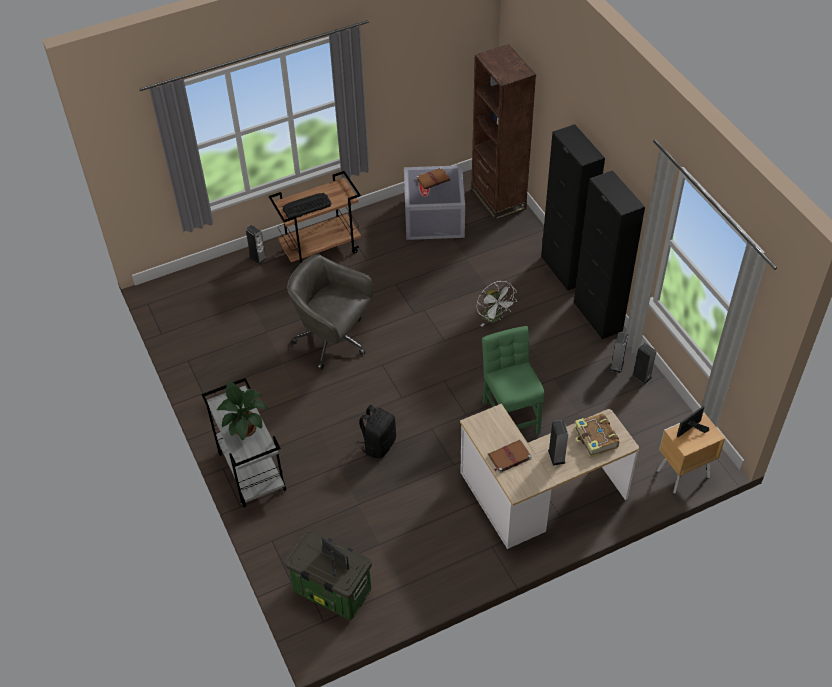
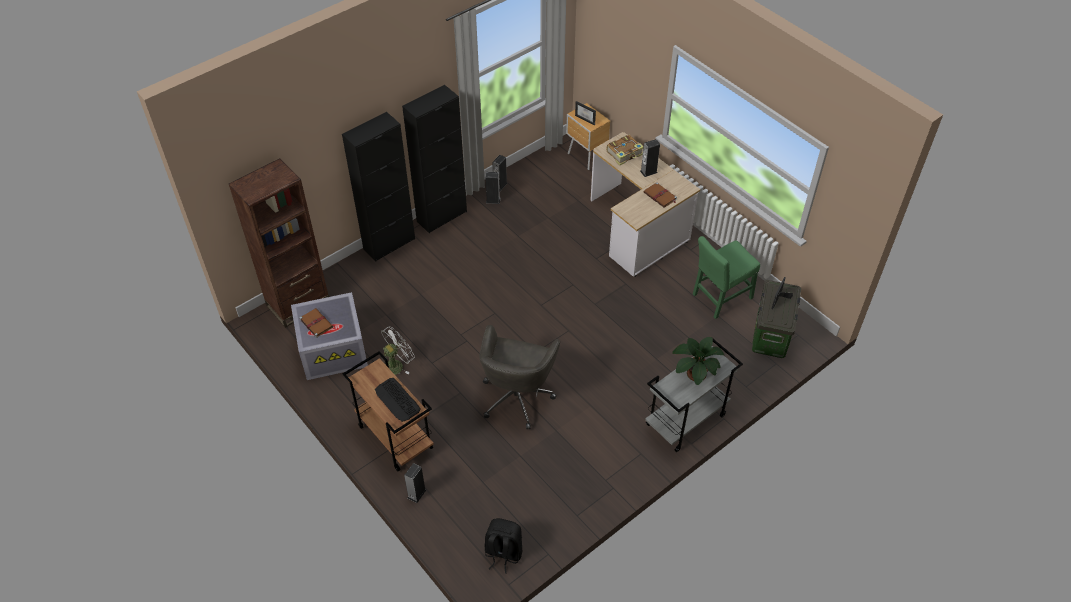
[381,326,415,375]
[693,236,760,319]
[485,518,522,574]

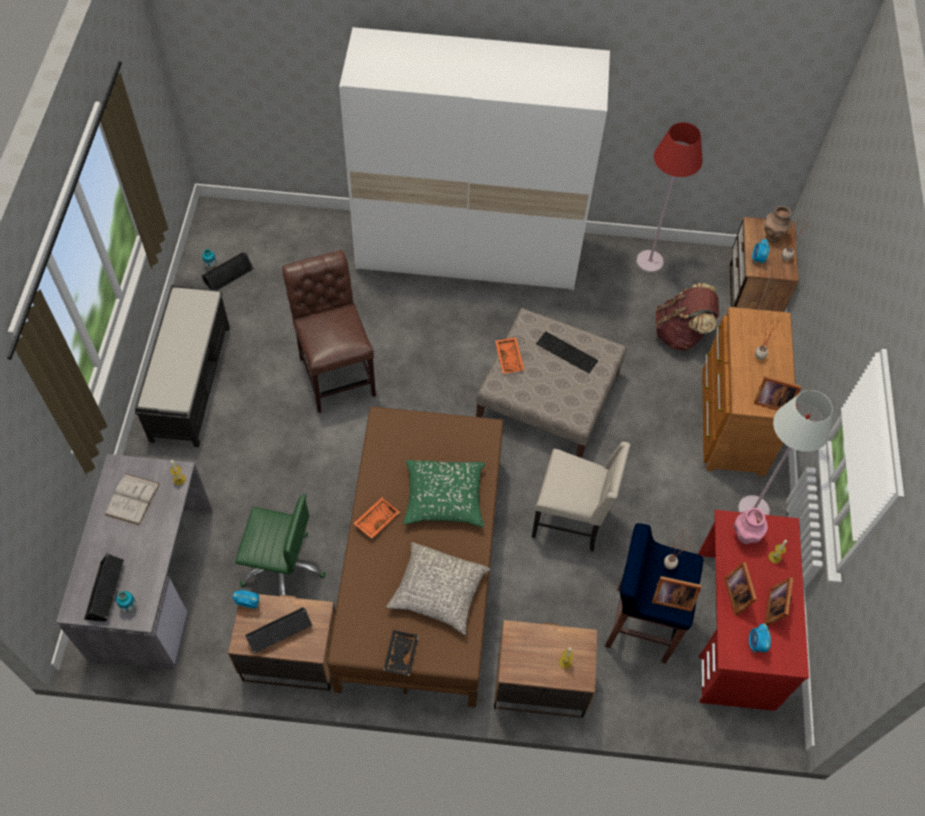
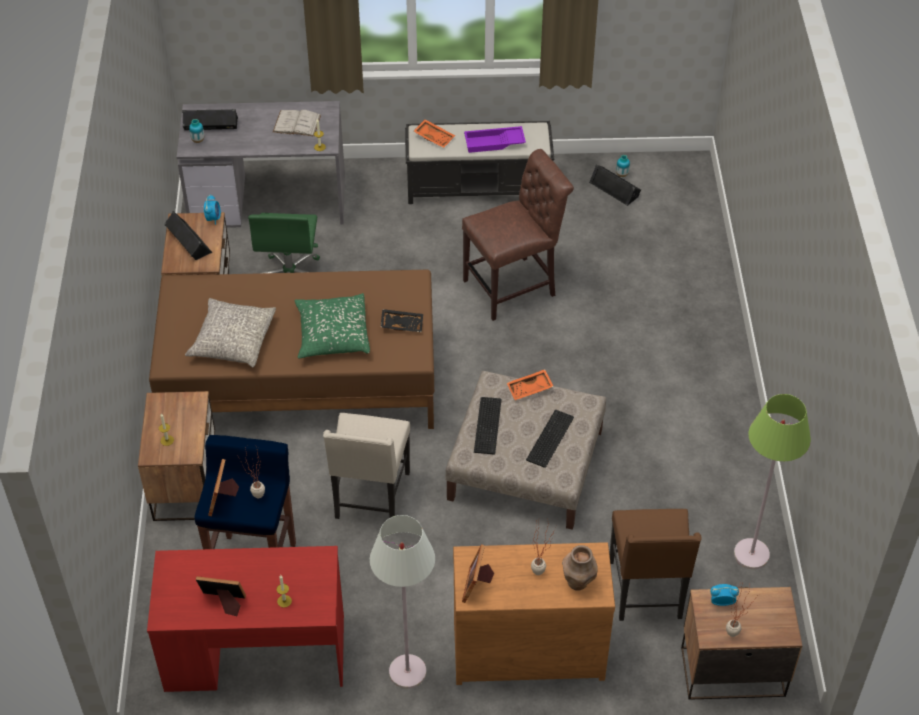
[339,27,610,290] (first image)
[734,394,811,569]
[562,545,598,591]
[609,509,701,621]
[413,119,455,148]
[734,508,768,544] (first image)
[724,562,757,615] (first image)
[749,623,771,654] (first image)
[381,309,423,332]
[464,126,526,153]
[474,397,502,455]

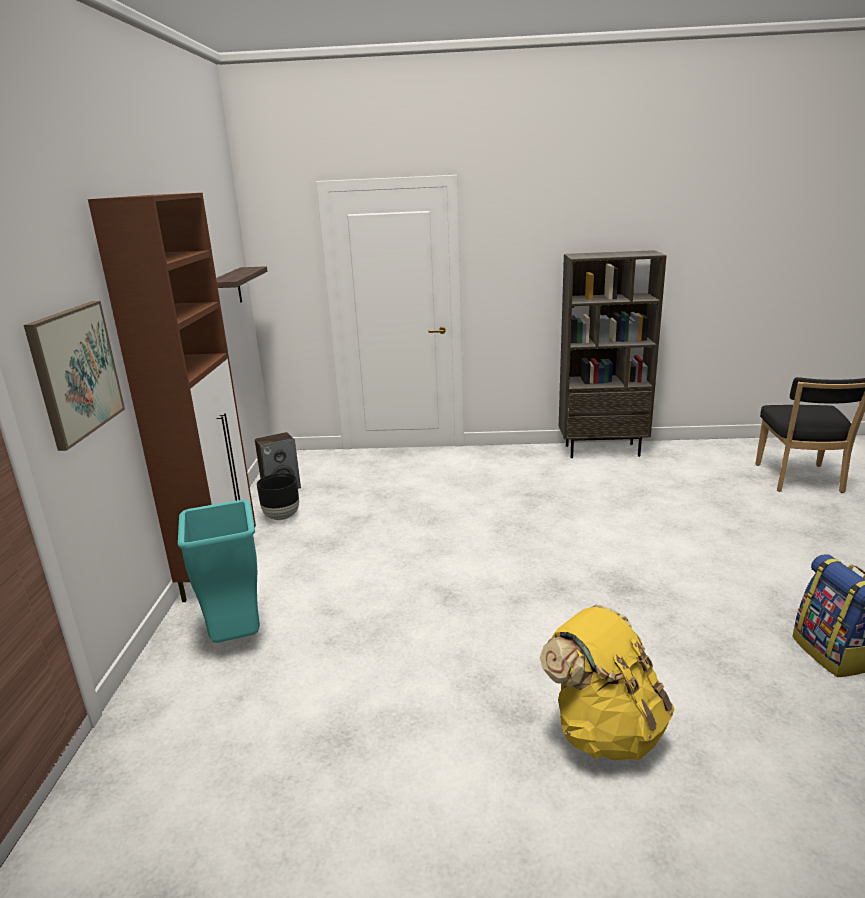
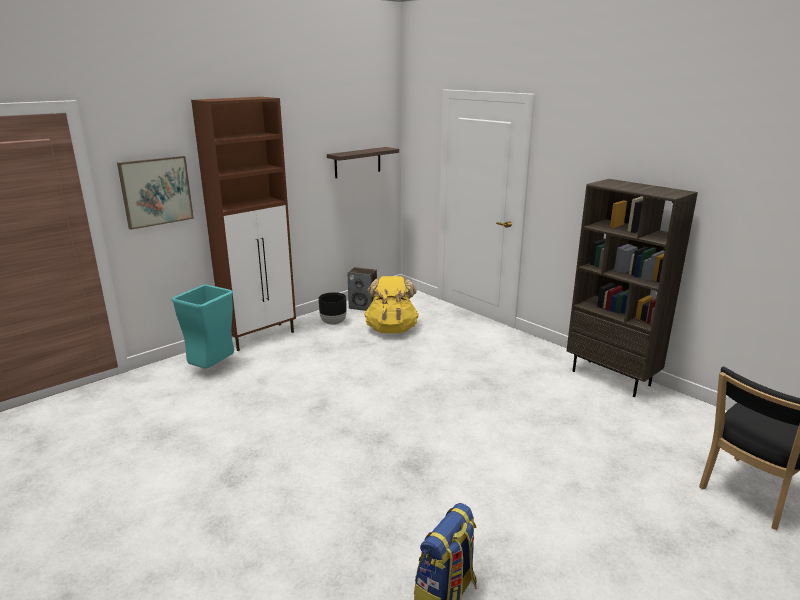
[364,276,419,334]

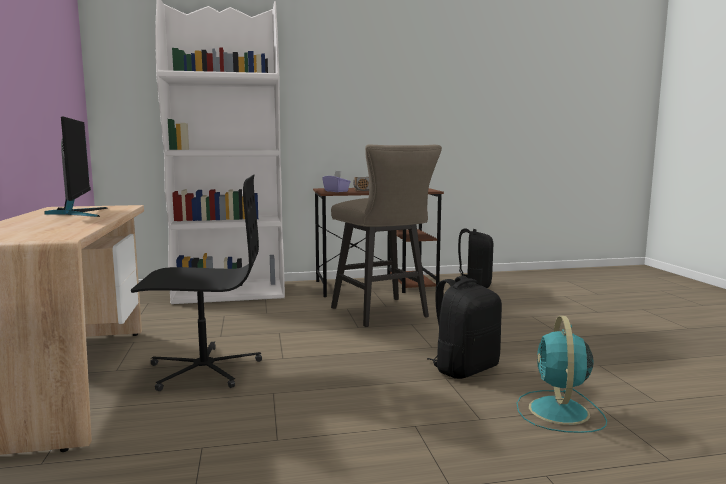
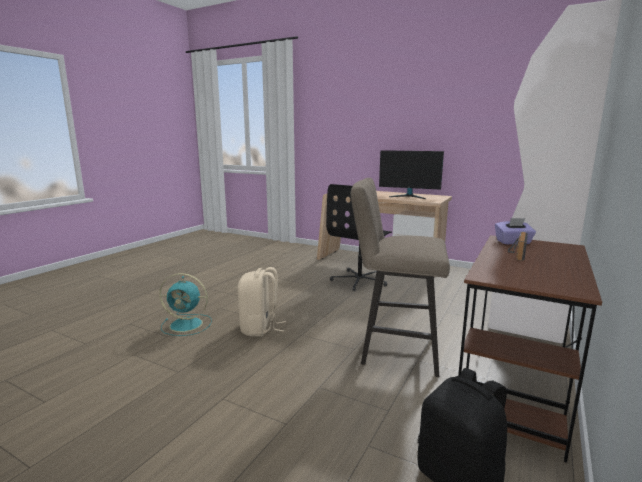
[238,267,286,336]
[159,273,212,336]

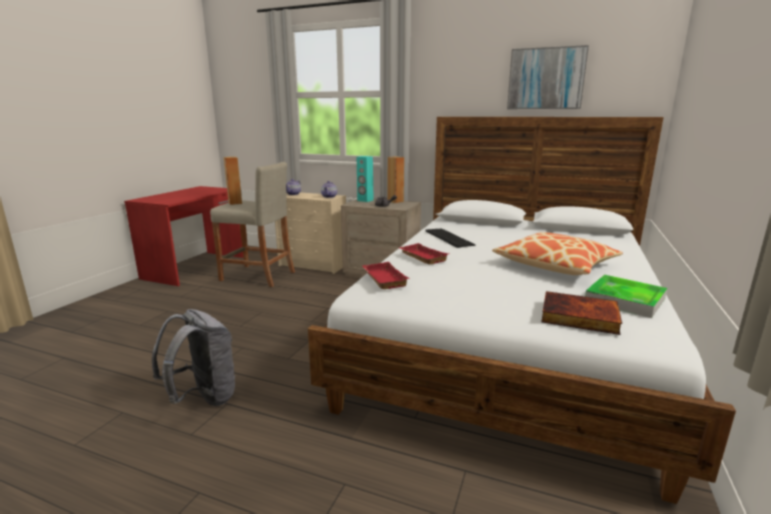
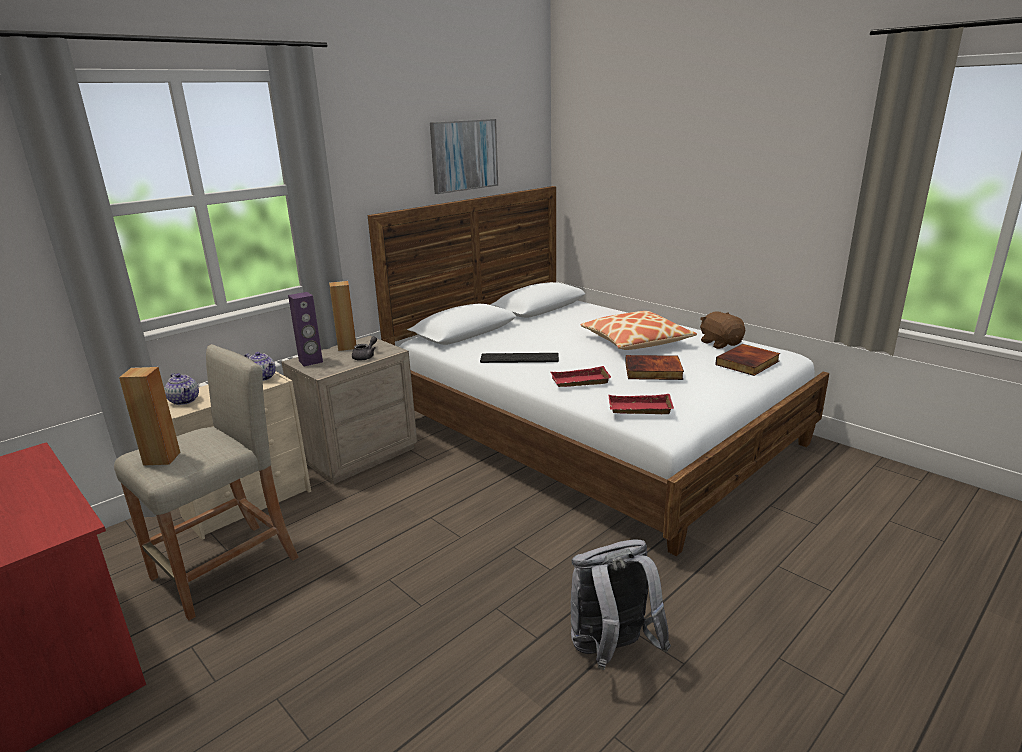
[288,292,323,366]
[700,312,745,349]
[625,355,684,380]

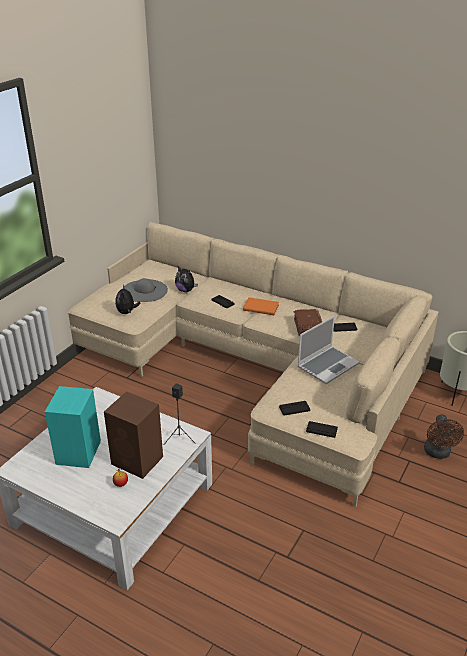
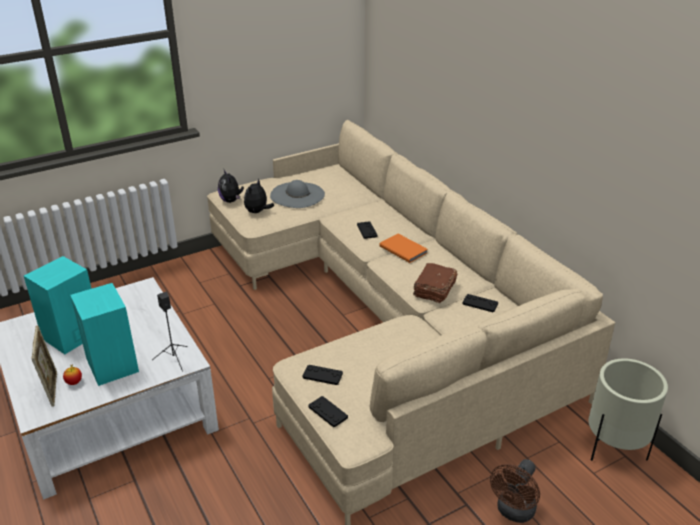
[218,170,244,203]
[297,316,360,384] (first image)
[70,283,139,386]
[32,325,57,407]

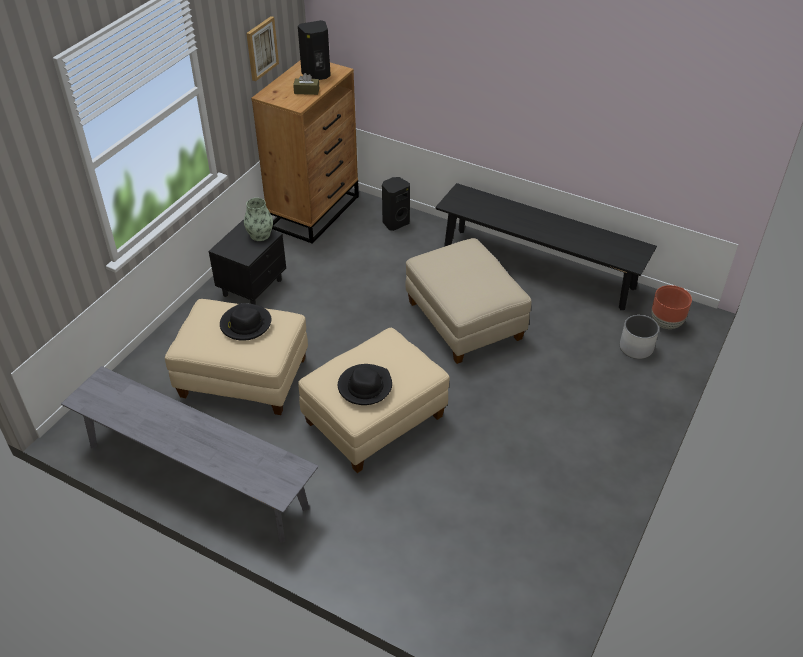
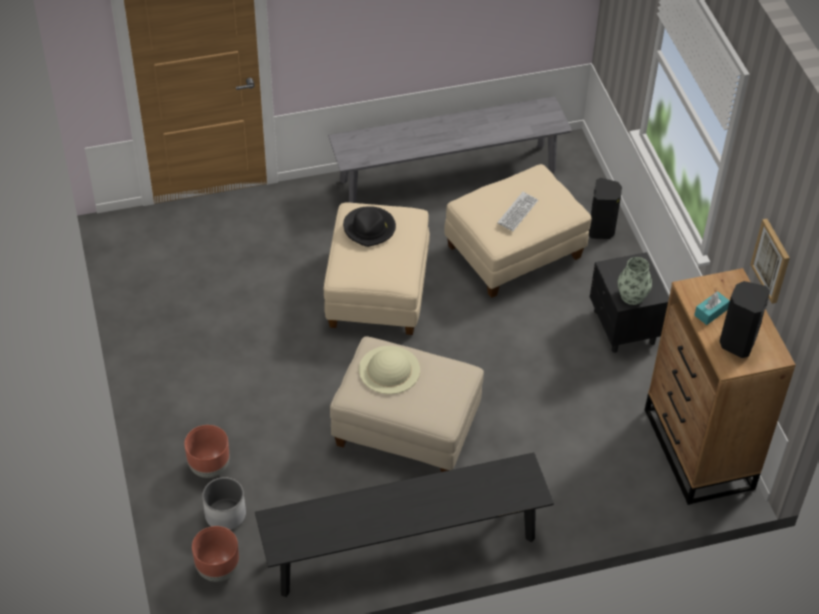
[694,291,730,325]
[589,178,622,239]
[497,192,538,231]
[359,346,420,394]
[184,425,230,478]

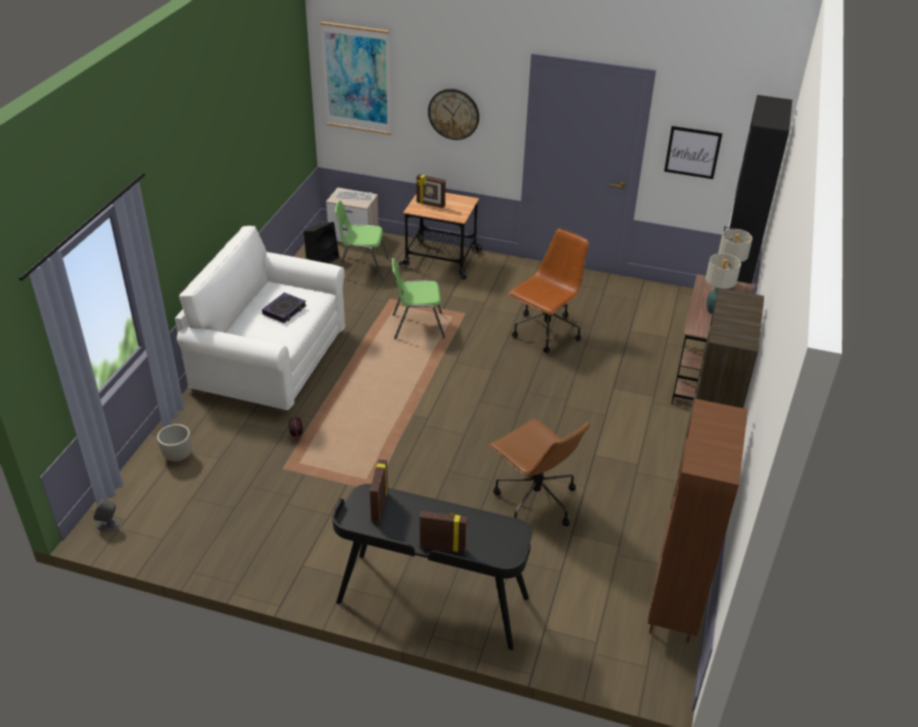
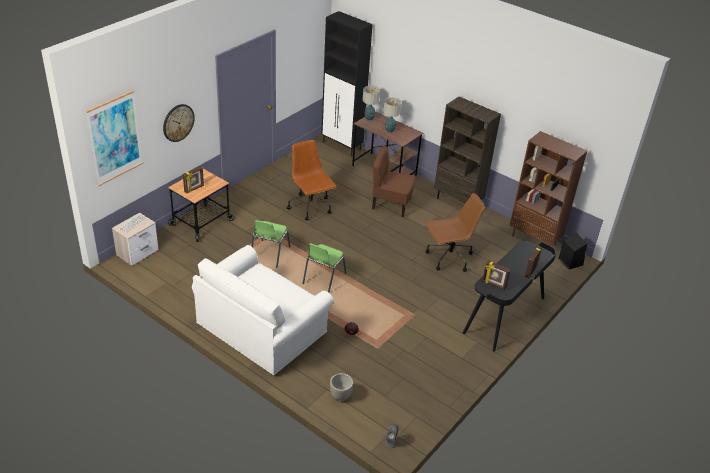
[664,126,723,179] (first image)
[302,243,346,293]
[558,233,587,269]
[262,292,306,323] (first image)
[372,146,415,217]

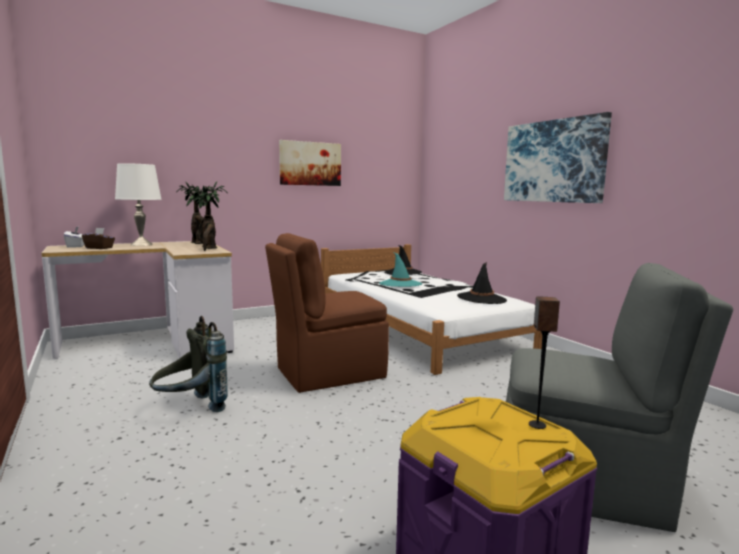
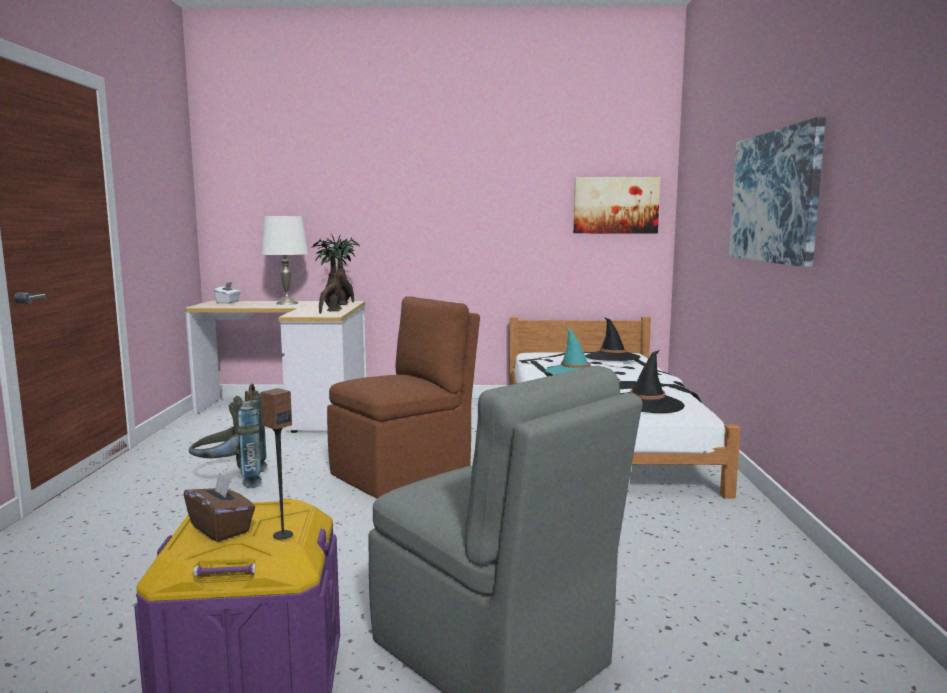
[573,177,660,233]
[184,472,255,542]
[327,296,480,498]

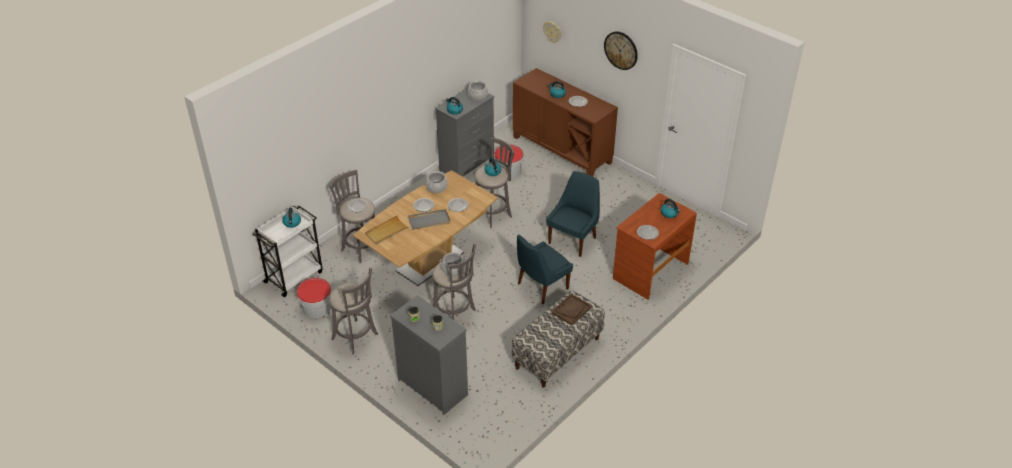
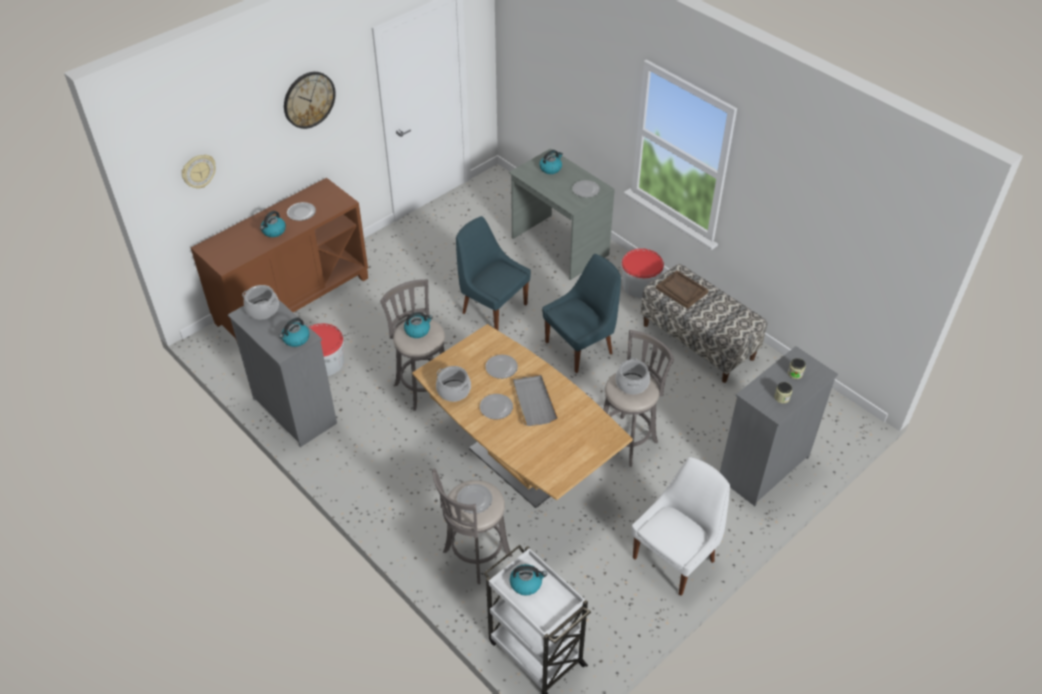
[509,148,615,280]
[365,216,409,245] (first image)
[542,254,621,373]
[632,457,730,596]
[621,248,664,298]

